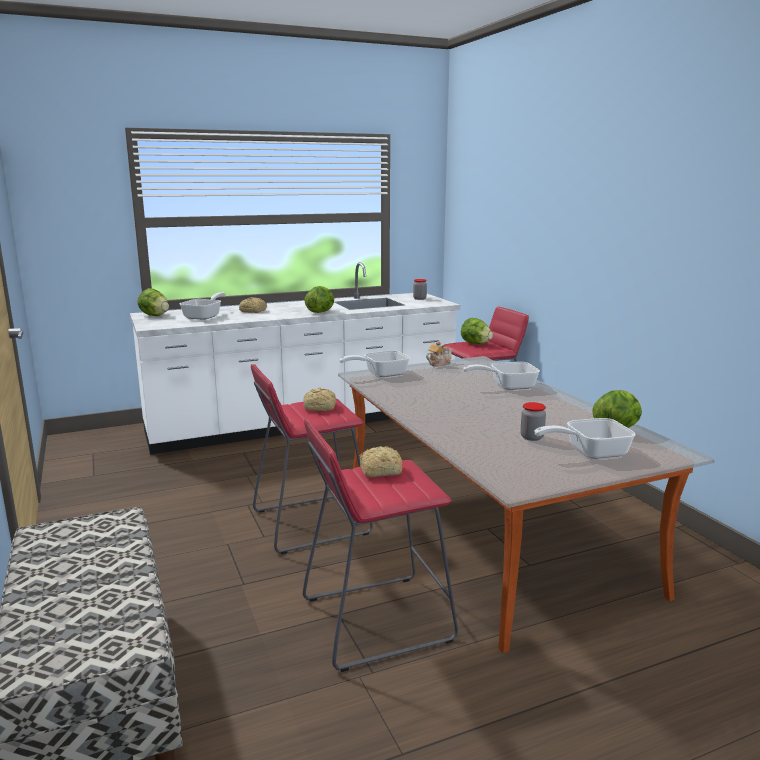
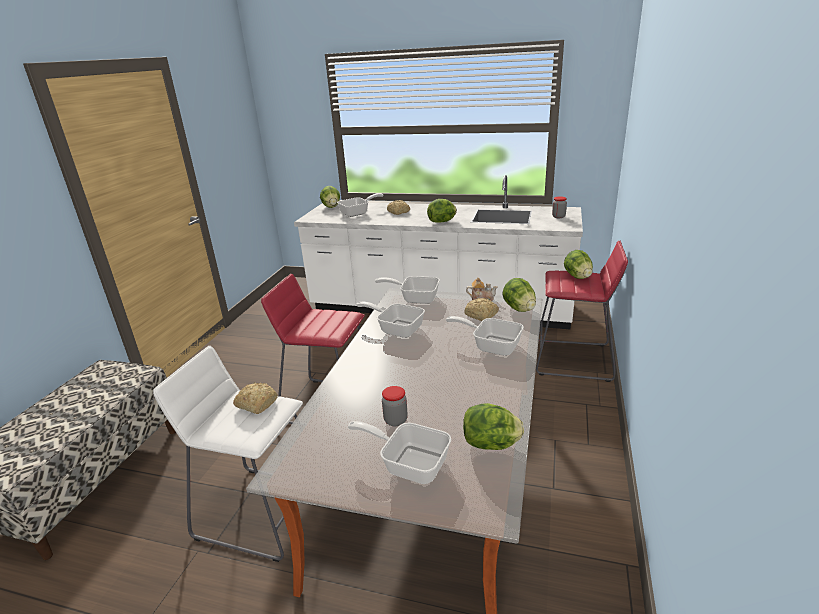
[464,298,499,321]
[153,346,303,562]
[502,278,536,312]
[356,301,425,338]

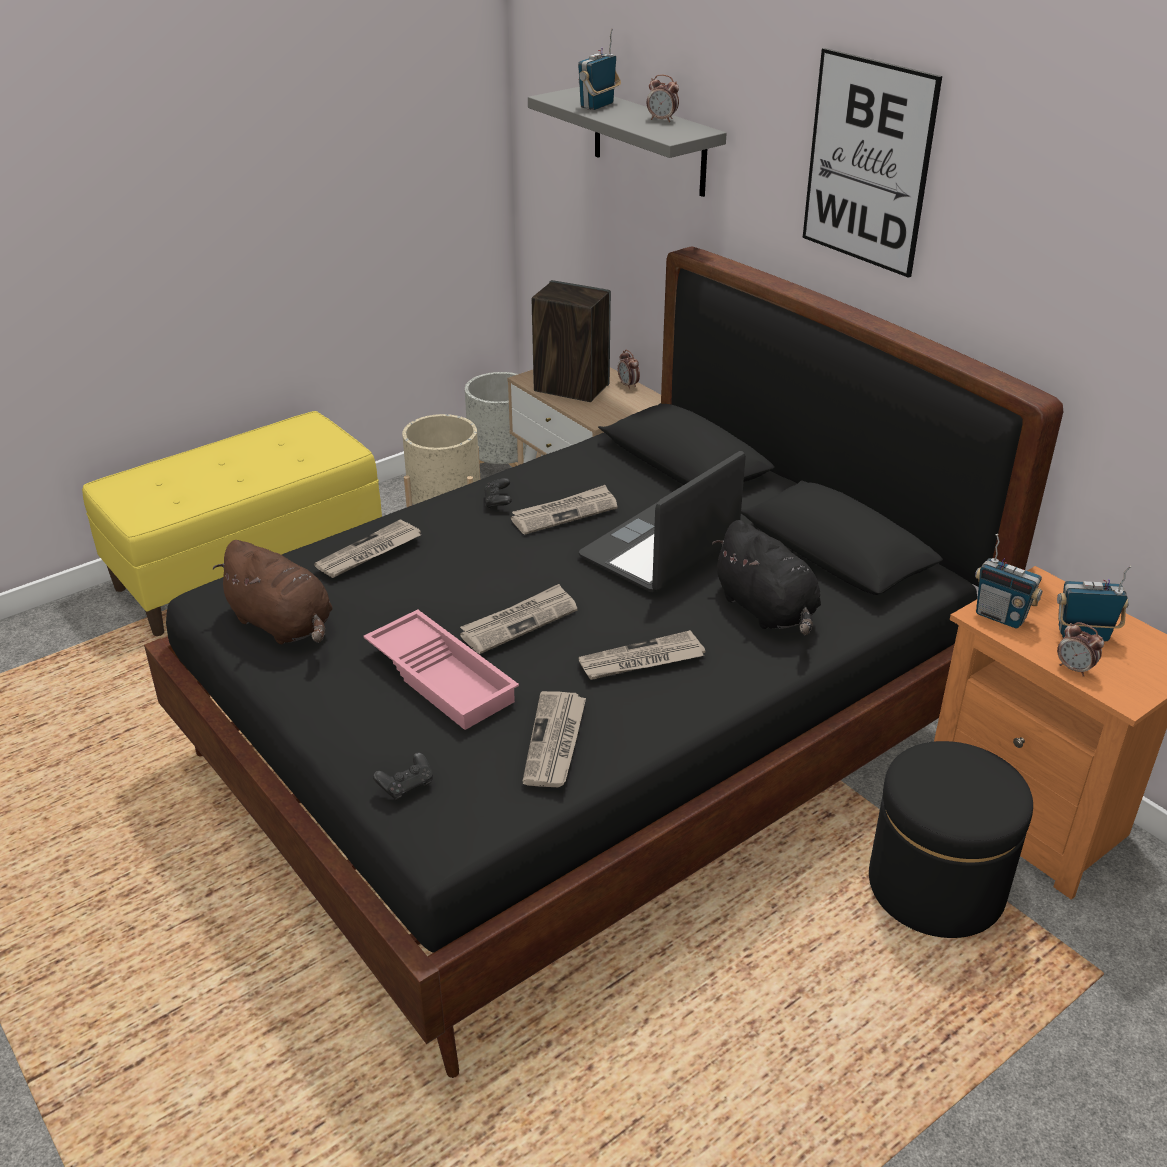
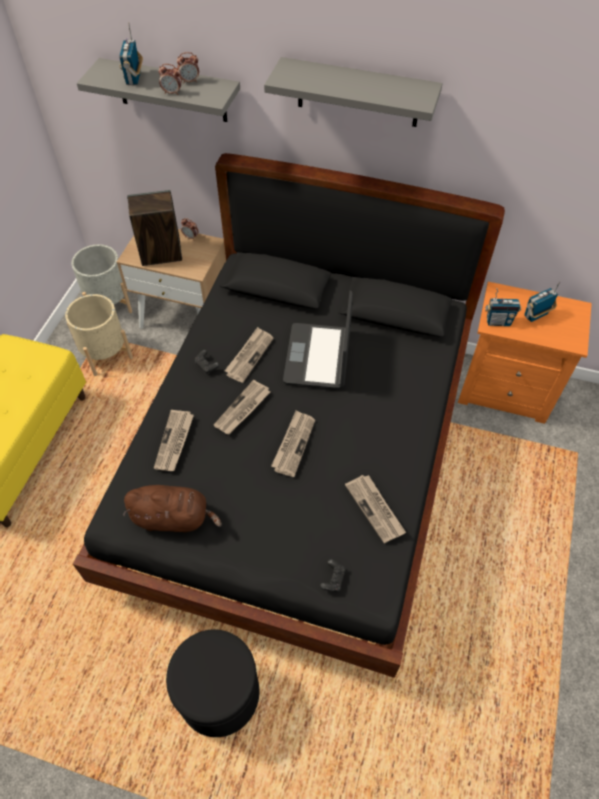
[264,57,443,127]
[712,520,821,636] (first image)
[363,610,519,730] (first image)
[159,64,182,95]
[214,380,270,435]
[166,629,259,737]

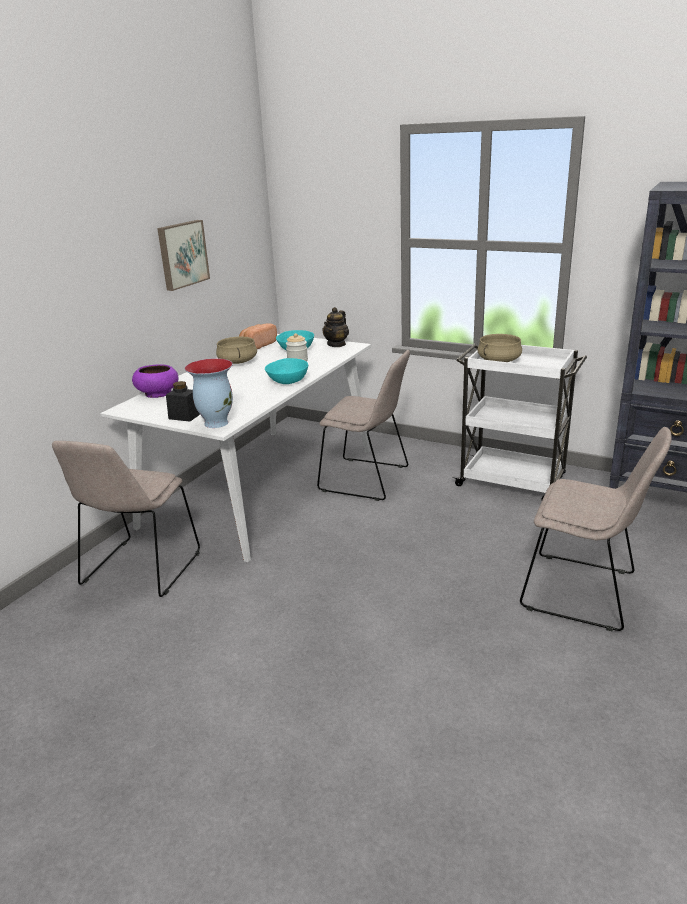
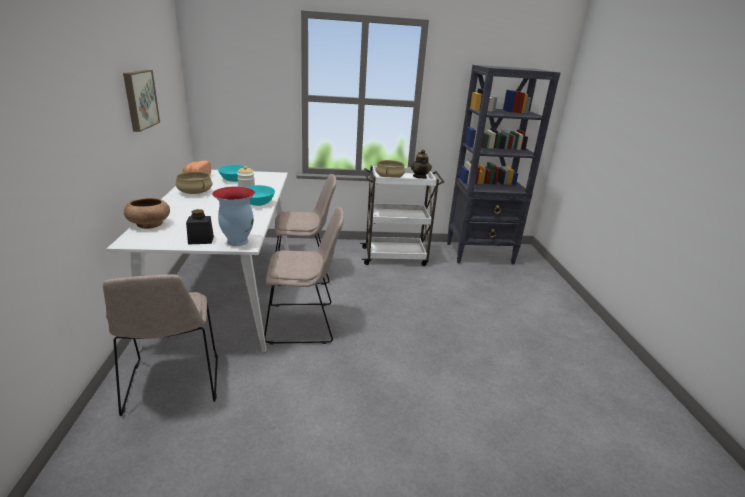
[411,150,432,179]
[124,198,170,229]
[264,207,344,345]

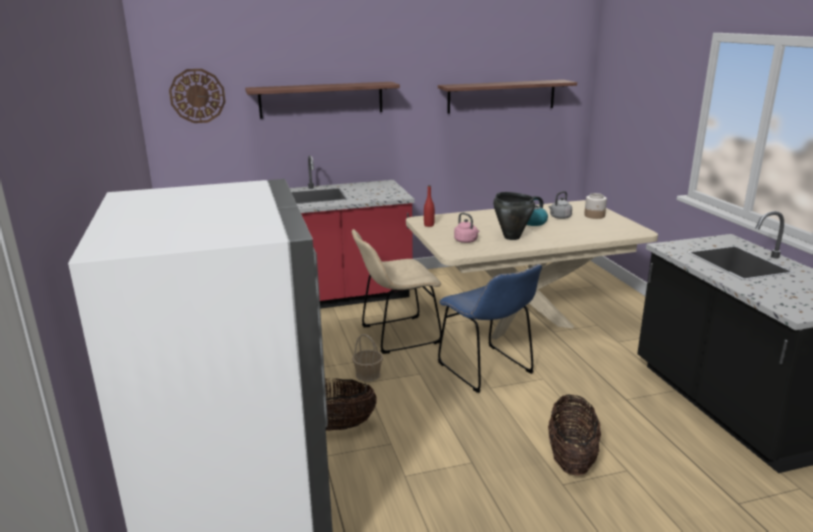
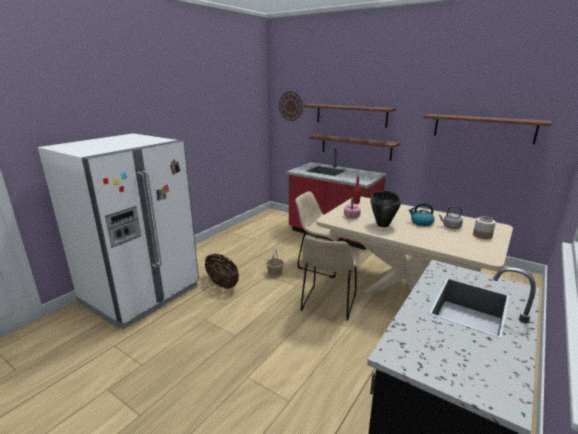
[301,236,360,320]
[548,395,601,476] (first image)
[309,134,400,161]

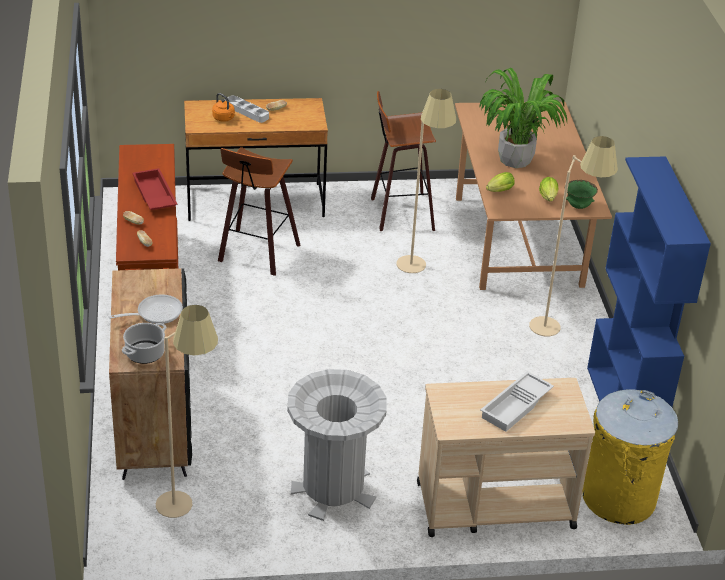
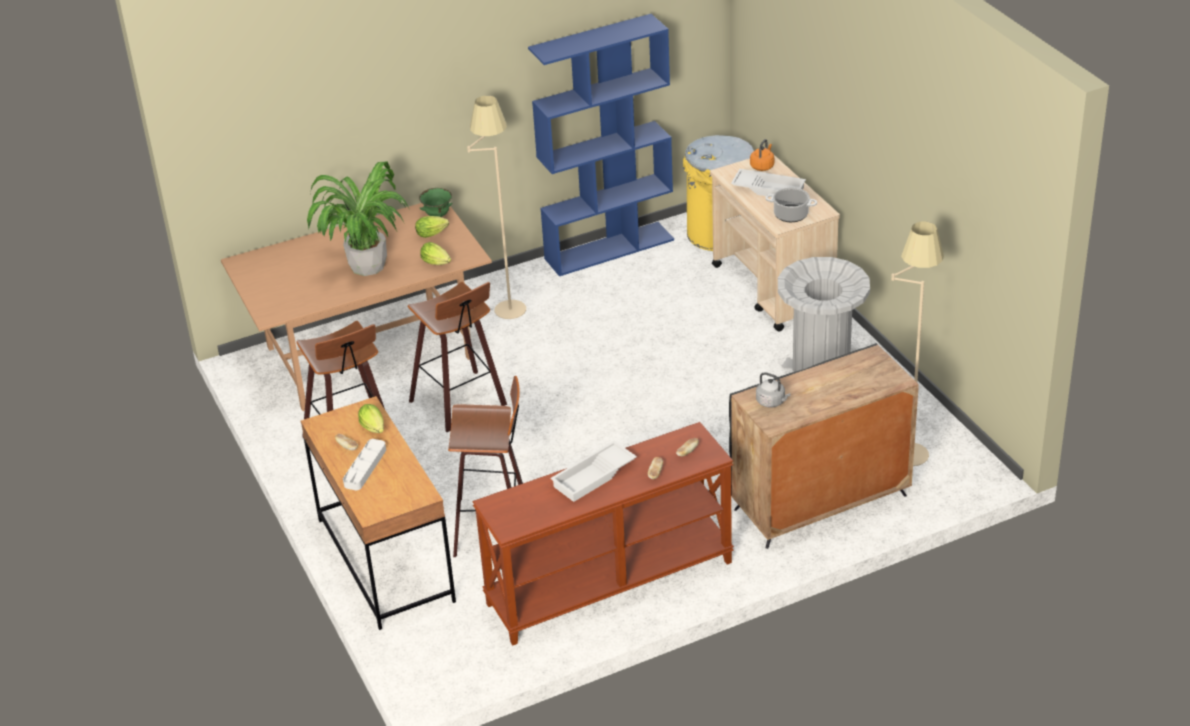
[408,282,507,432]
[750,139,774,171]
[551,441,637,502]
[108,294,183,324] (first image)
[765,187,817,222]
[756,372,791,407]
[358,404,384,433]

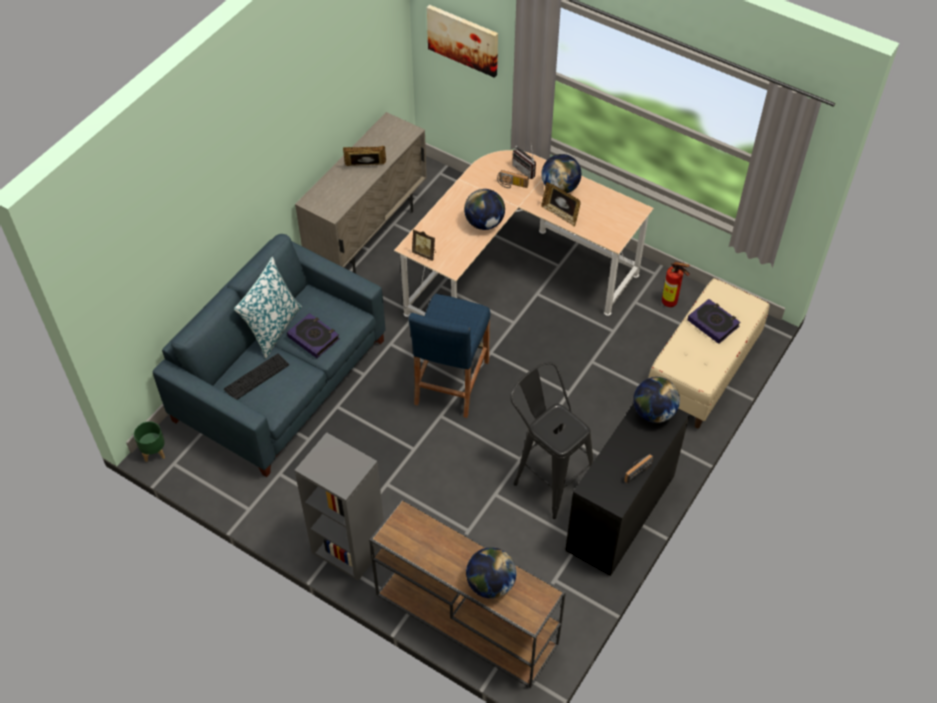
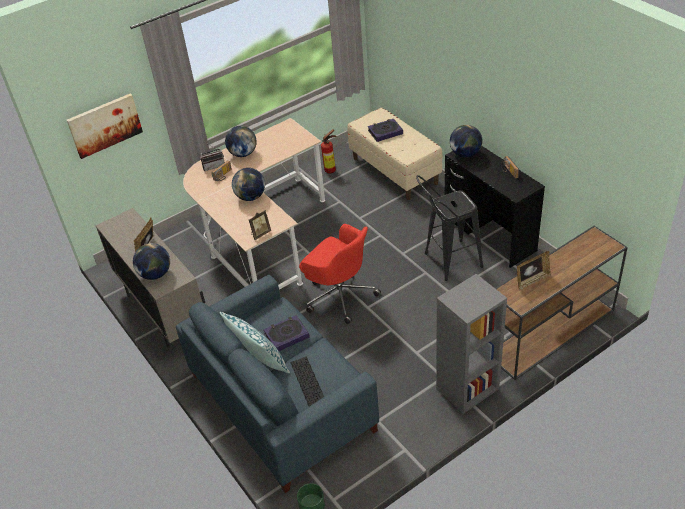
[517,251,551,290]
[299,224,381,324]
[133,243,170,280]

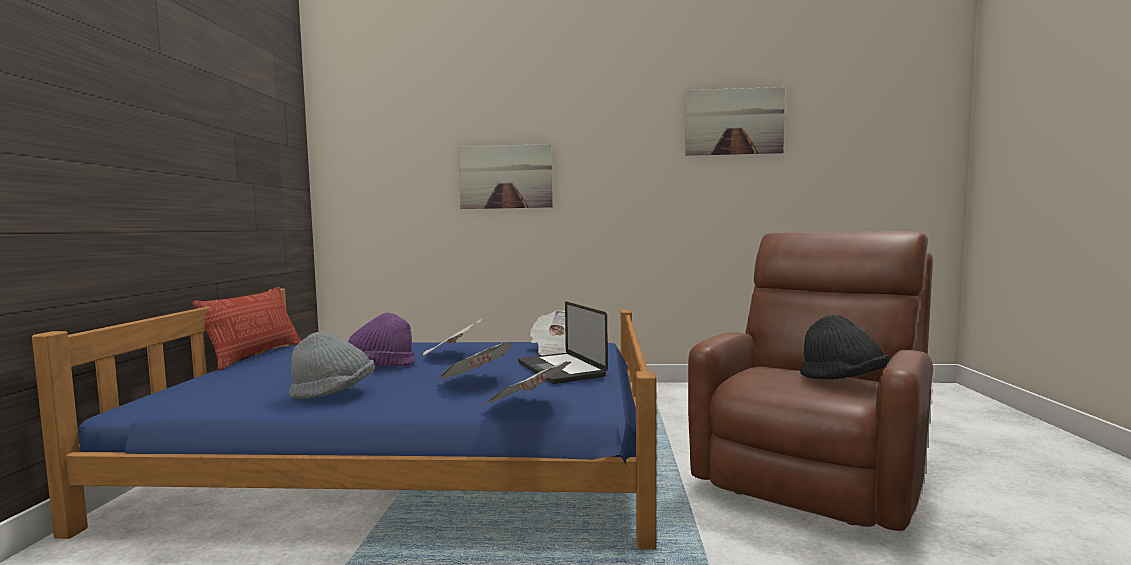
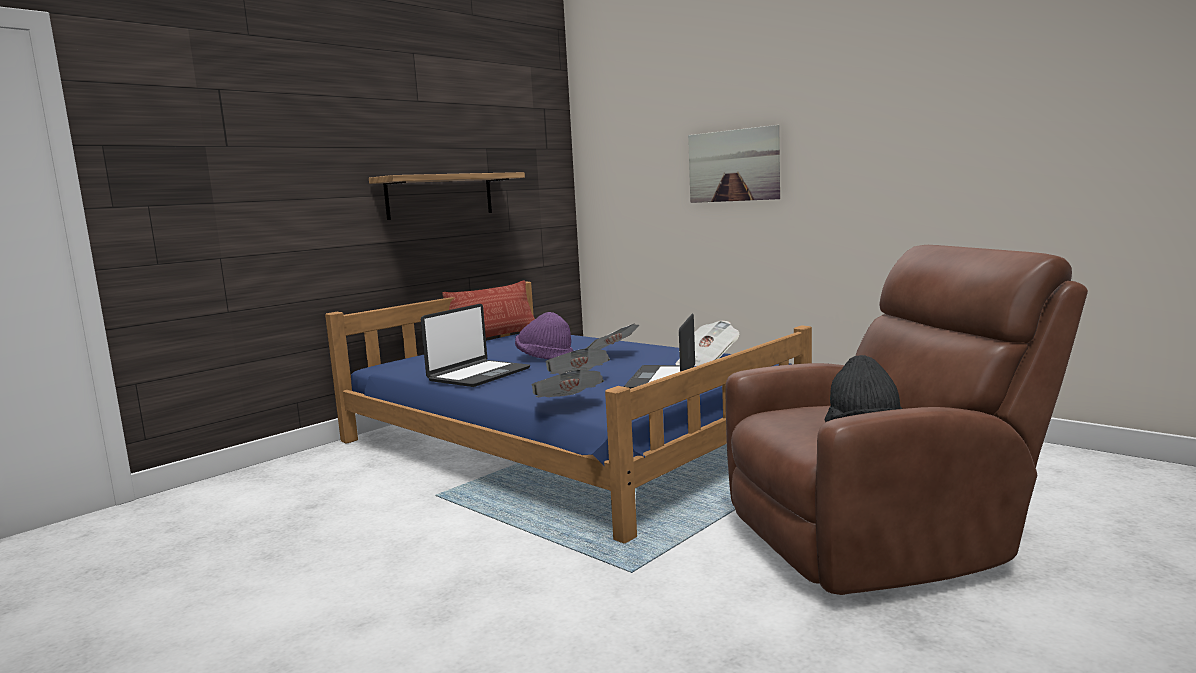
[686,87,785,156] (first image)
[421,304,530,387]
[369,172,525,220]

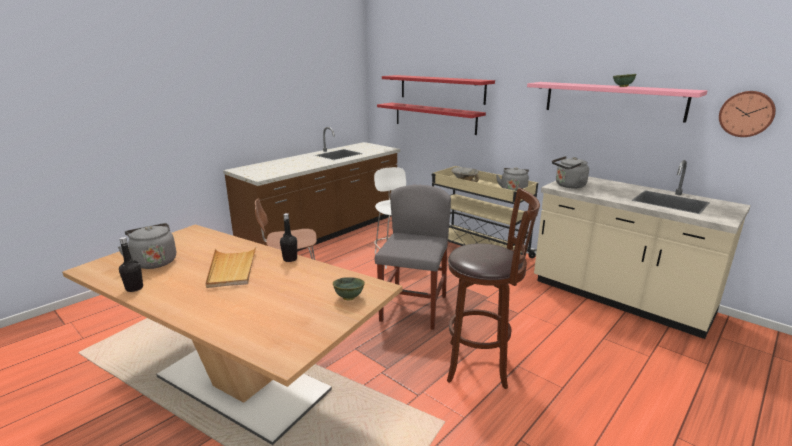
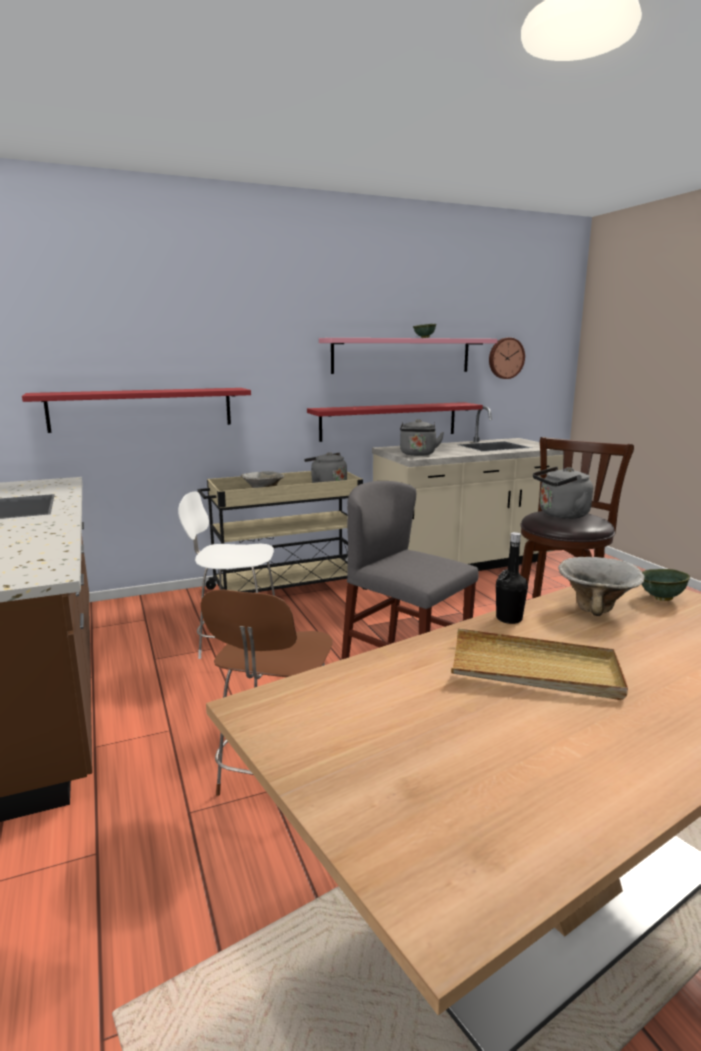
[307,402,483,442]
[533,467,593,519]
[119,237,143,292] (first image)
[558,557,645,616]

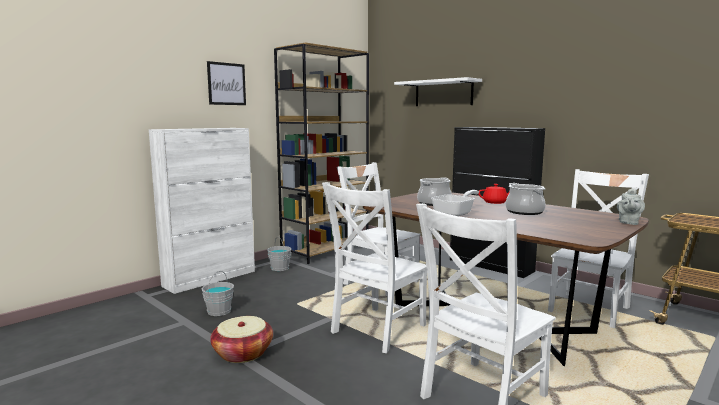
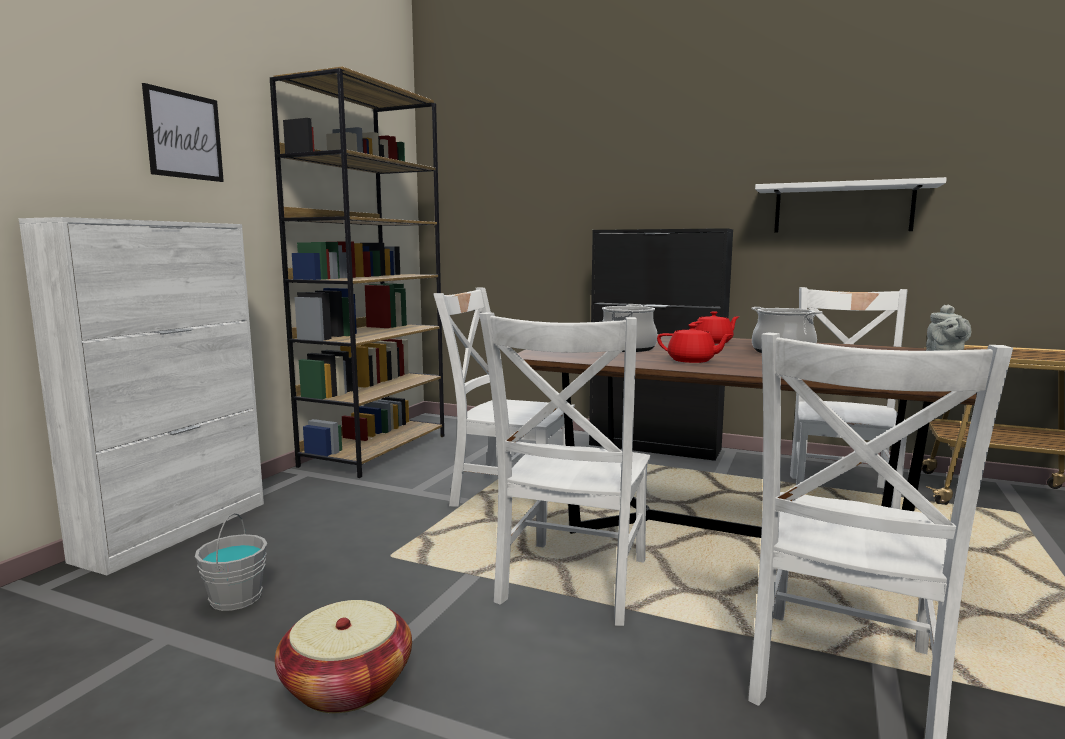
[755,177,947,232]
[657,324,734,363]
[267,237,292,271] (first image)

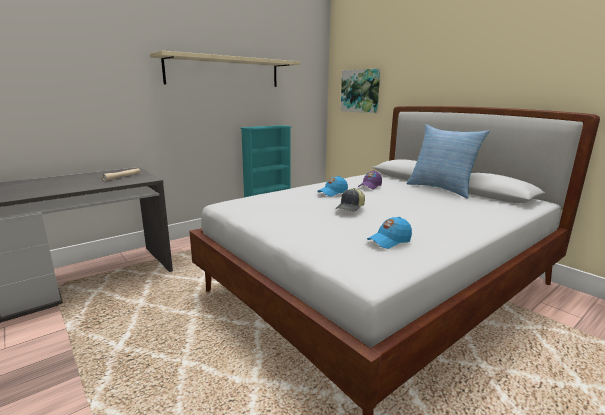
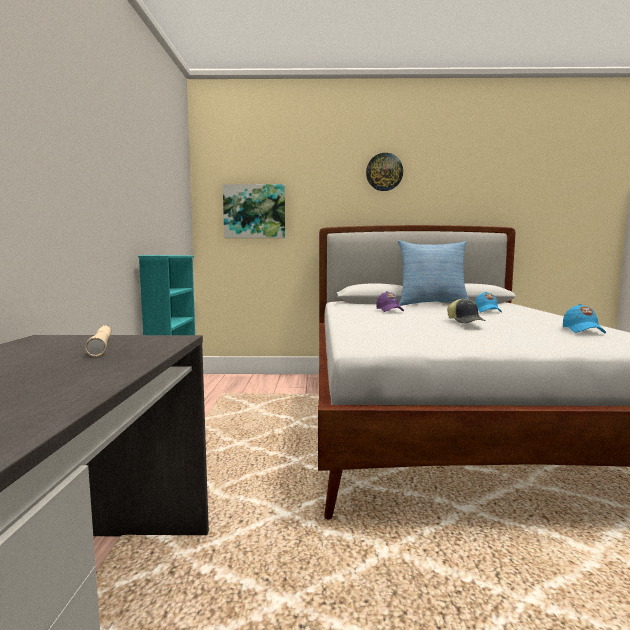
[150,51,300,87] (first image)
[475,292,502,313]
[366,153,403,191]

